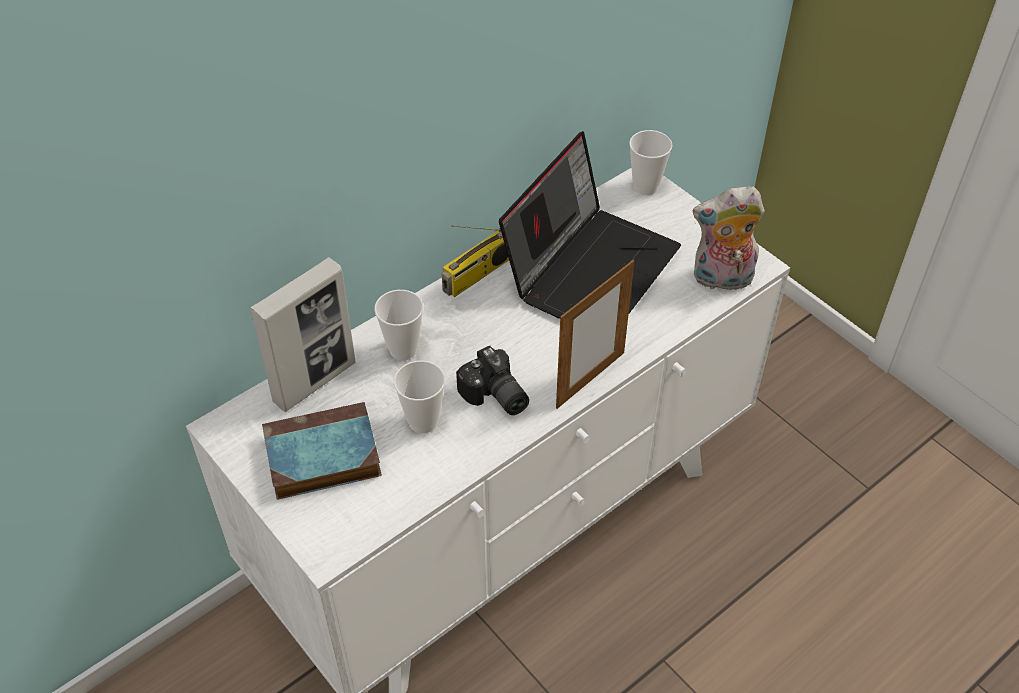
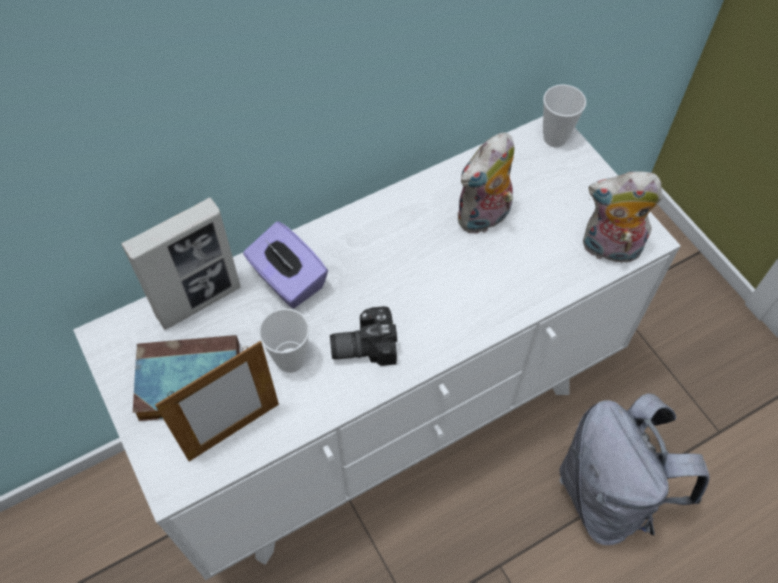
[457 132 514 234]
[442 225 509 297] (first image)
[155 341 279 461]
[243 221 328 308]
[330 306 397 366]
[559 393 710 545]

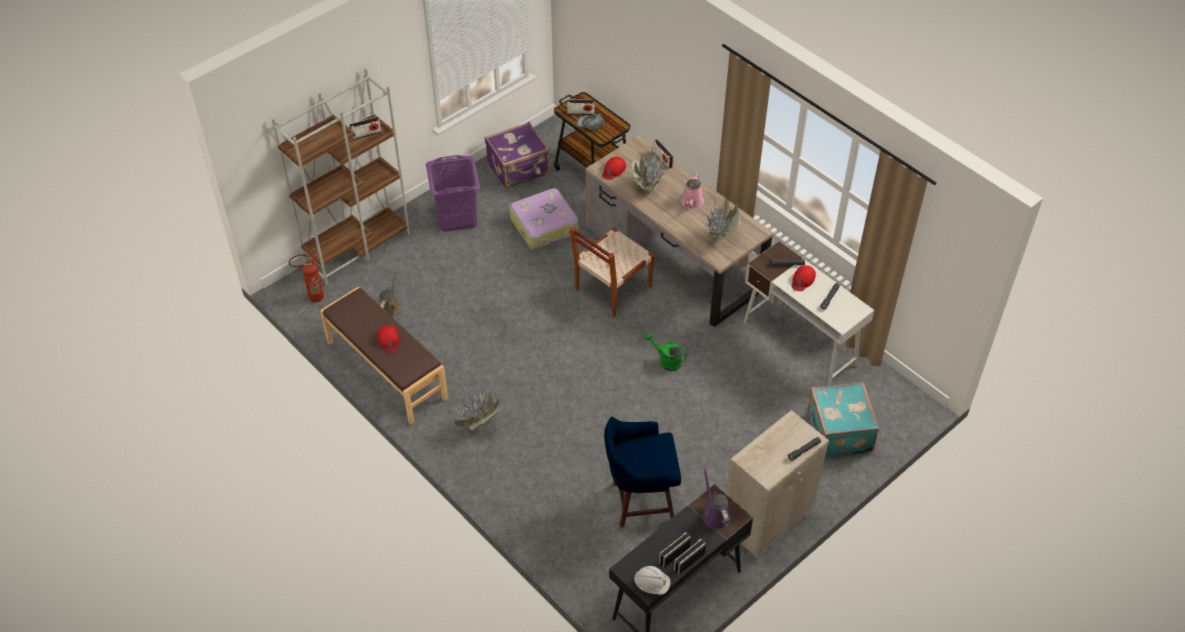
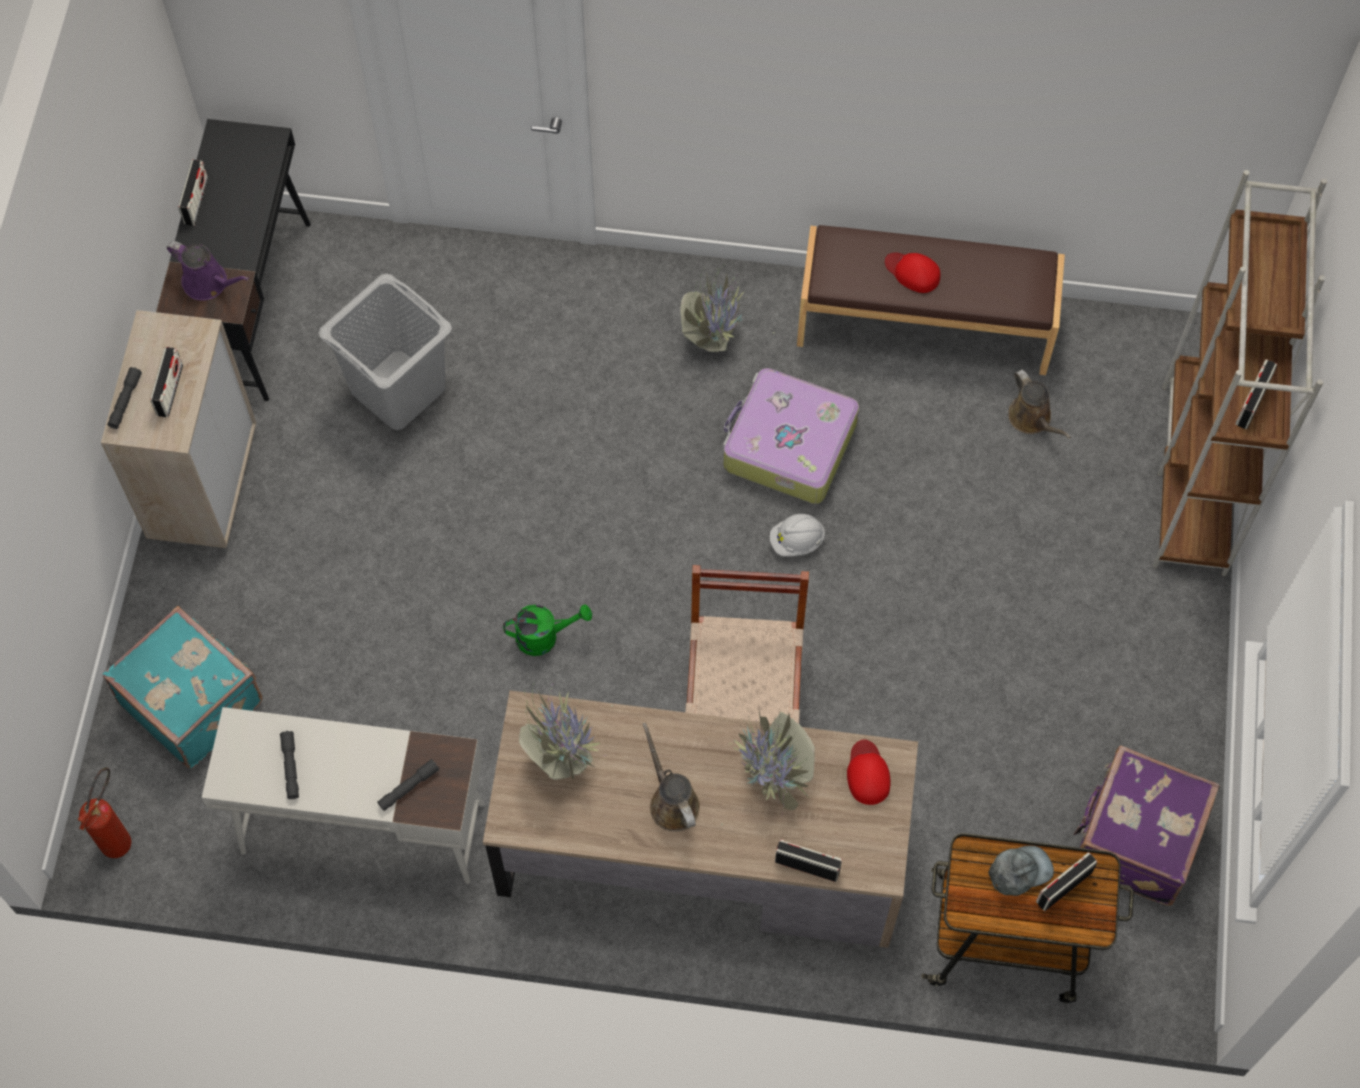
[426 155 480 232] (first image)
[643 722 700 832]
[723 368 859 504]
[78 767 131 858]
[792 265 816 291] (first image)
[318 274 452 430]
[150 347 183 417]
[770 514 825 556]

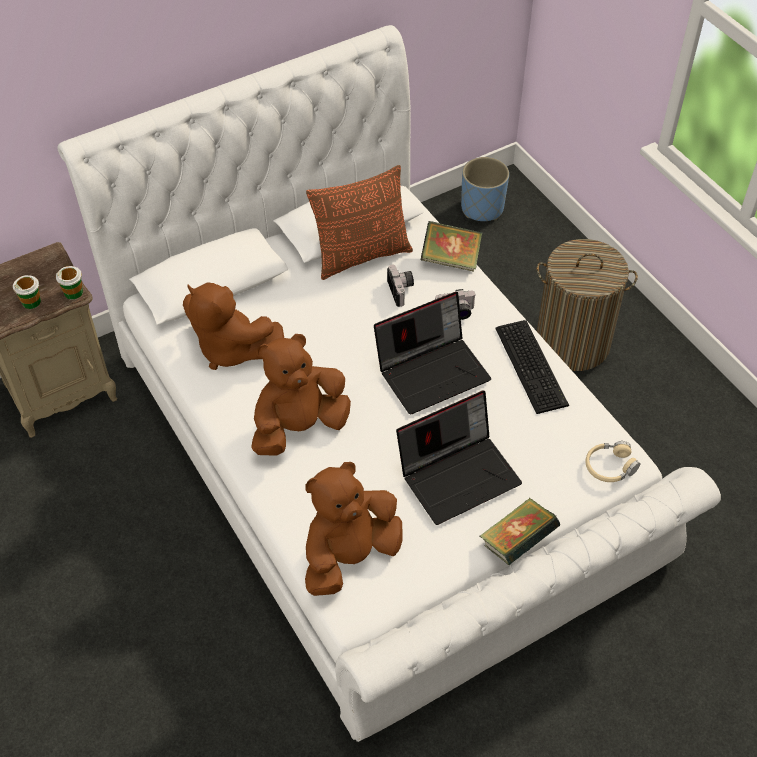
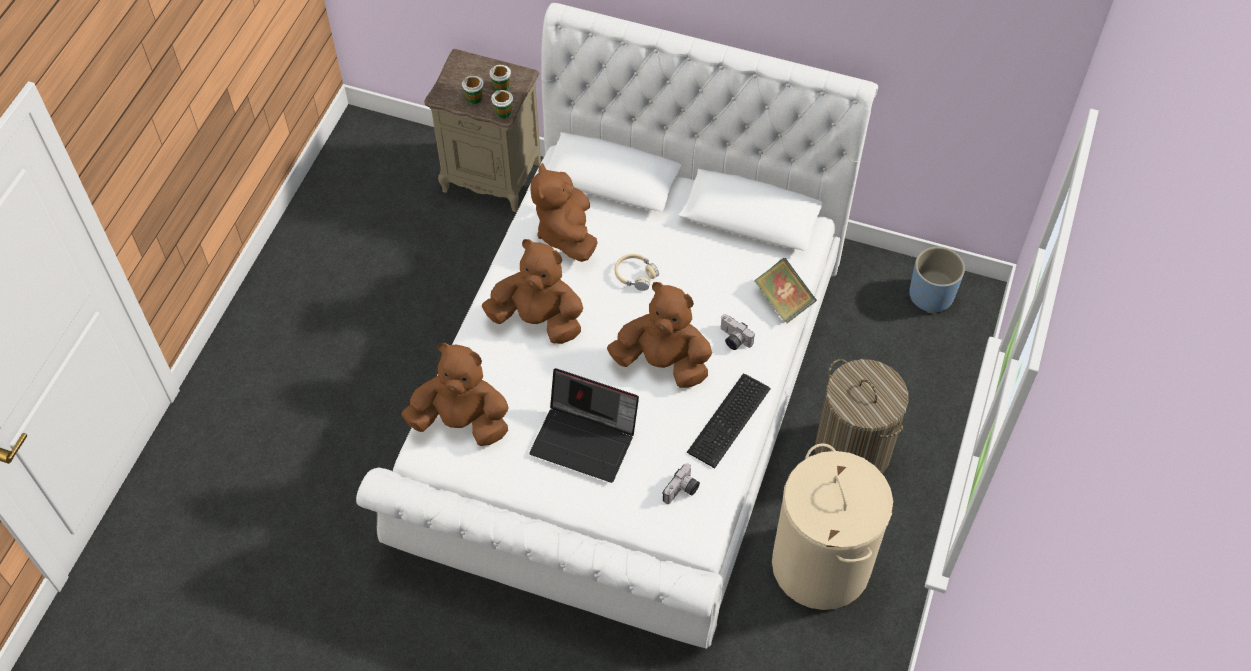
[306 165 413 280] (first image)
[662 463 700 504]
[607 282 712 388]
[614 254 659 291]
[480 498 560 565] (first image)
[489 65 511 91]
[772 443 893 610]

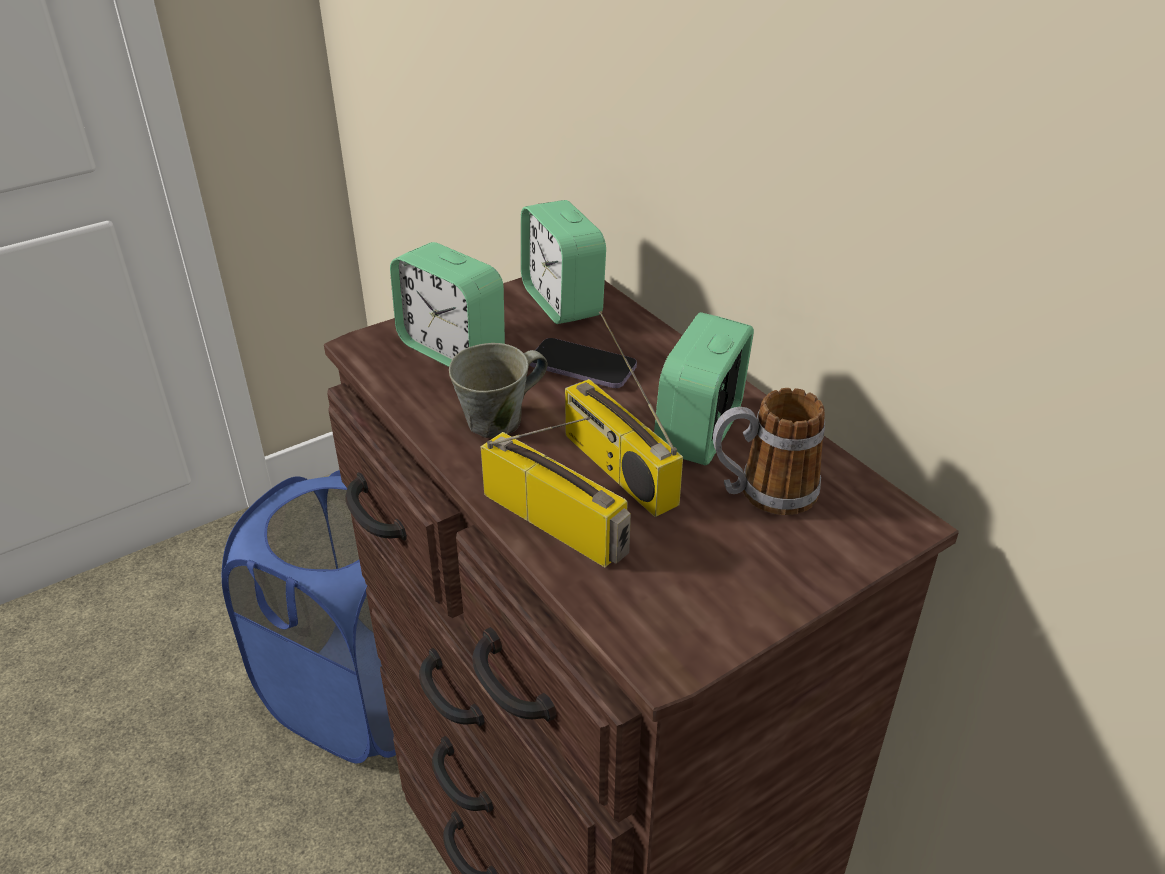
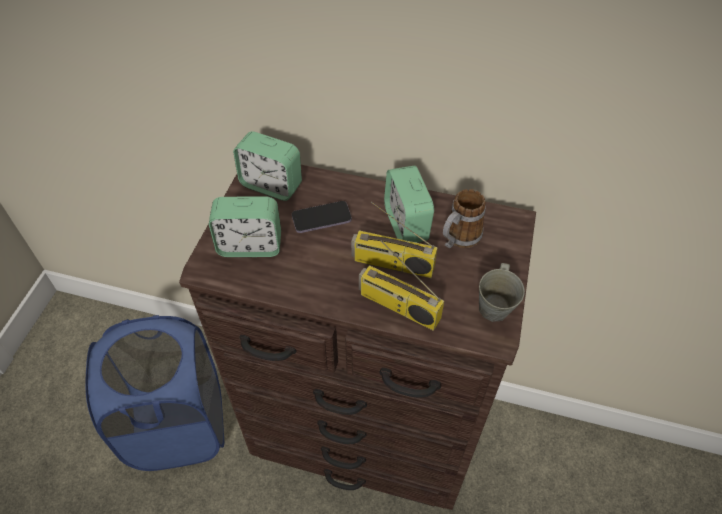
[479 263 525 322]
[359 240 444 331]

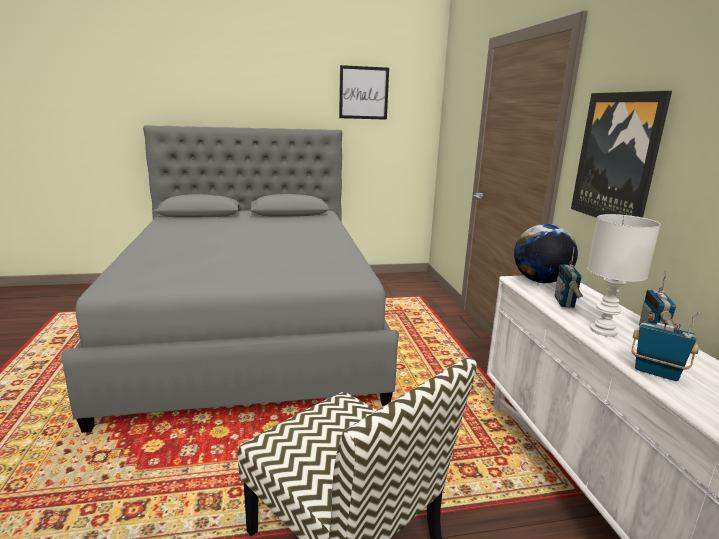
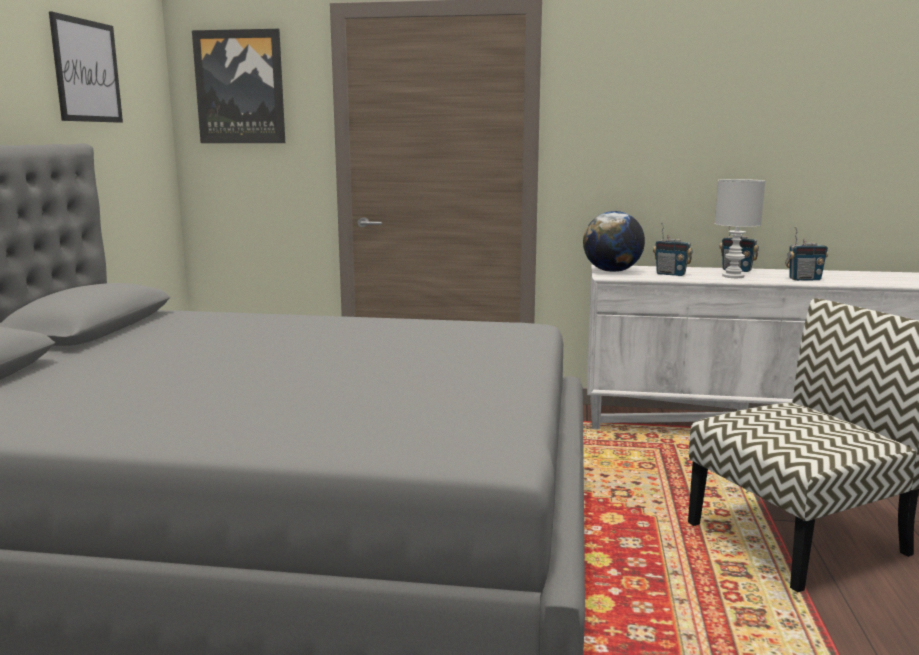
[192 29 285 143]
[785 226 828 281]

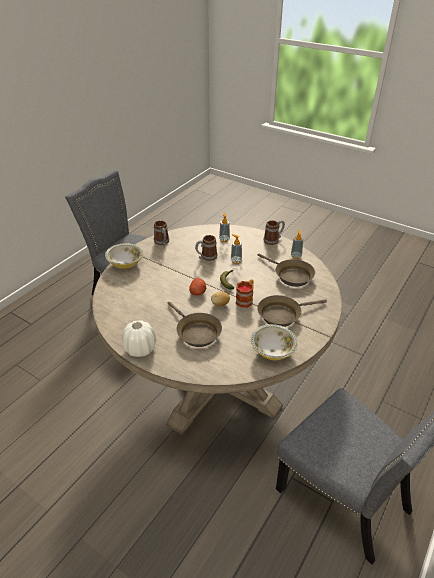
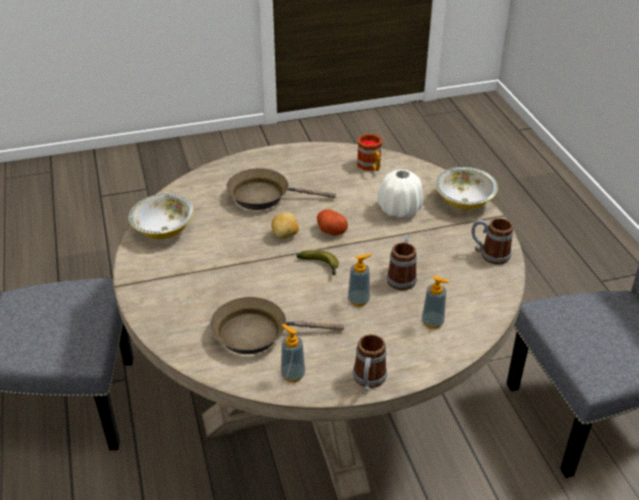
[357 134 382 171]
[257 295 327 327] (first image)
[377 169 423 218]

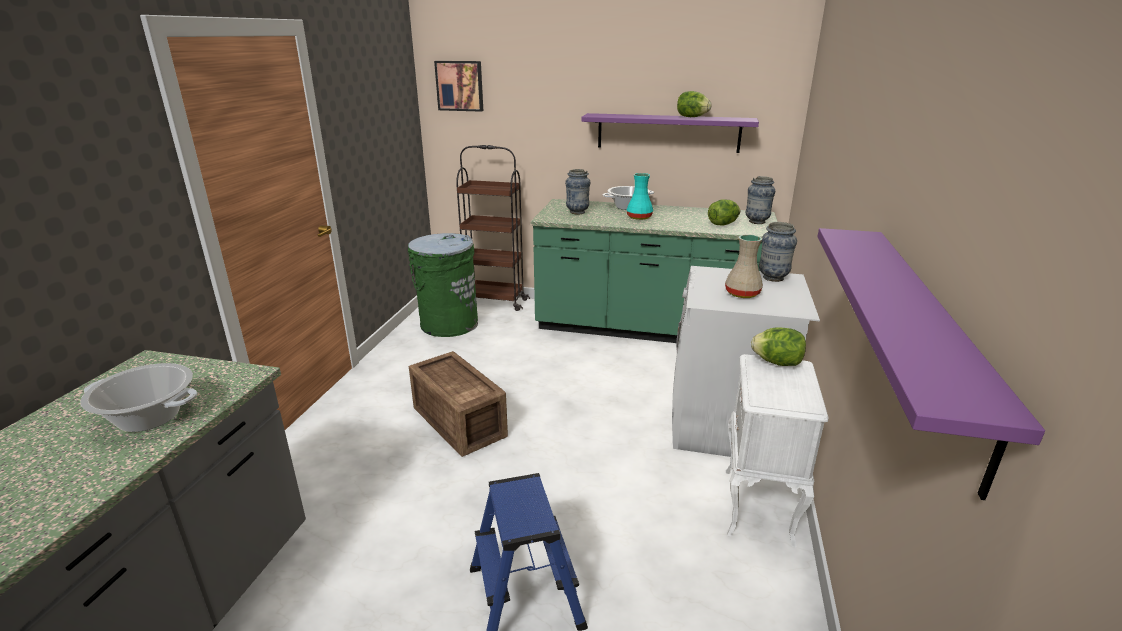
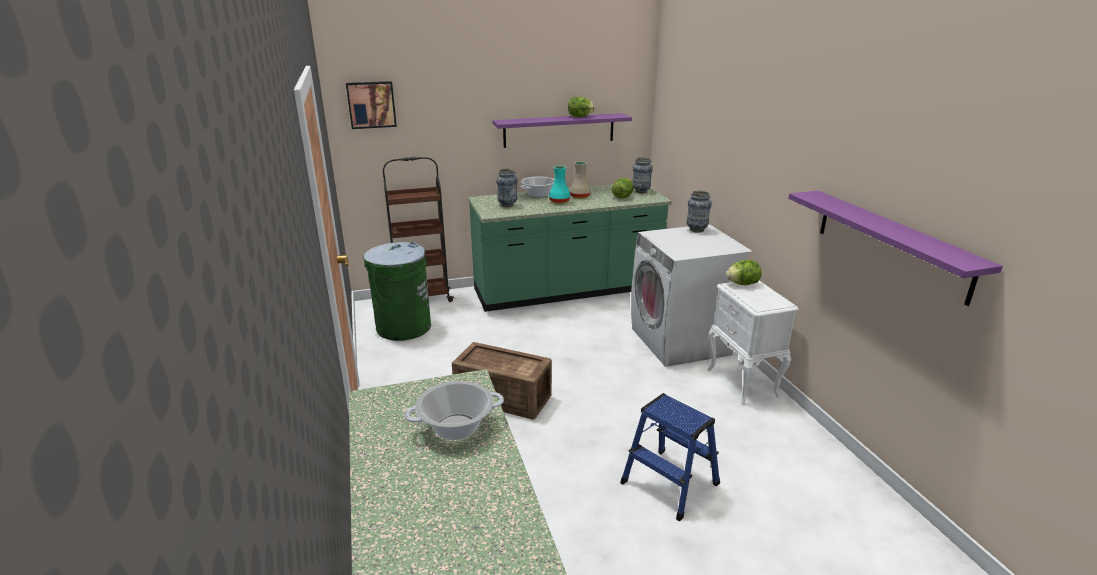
[570 162 591 199]

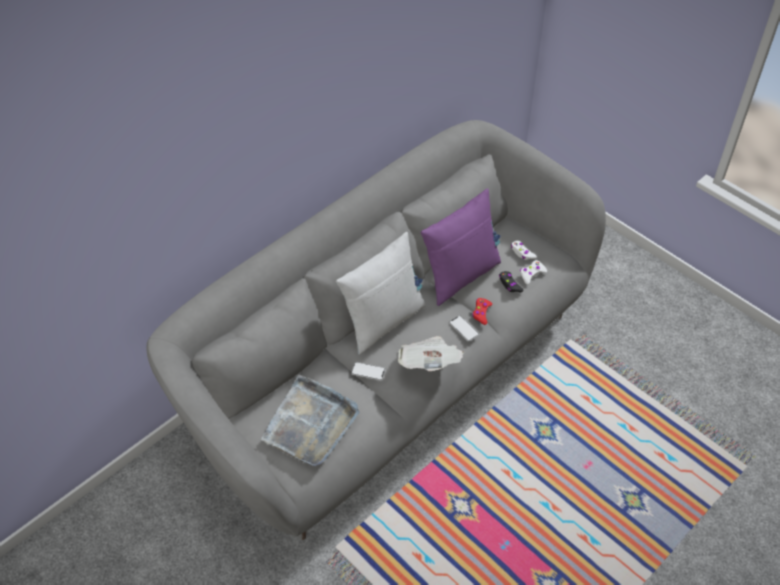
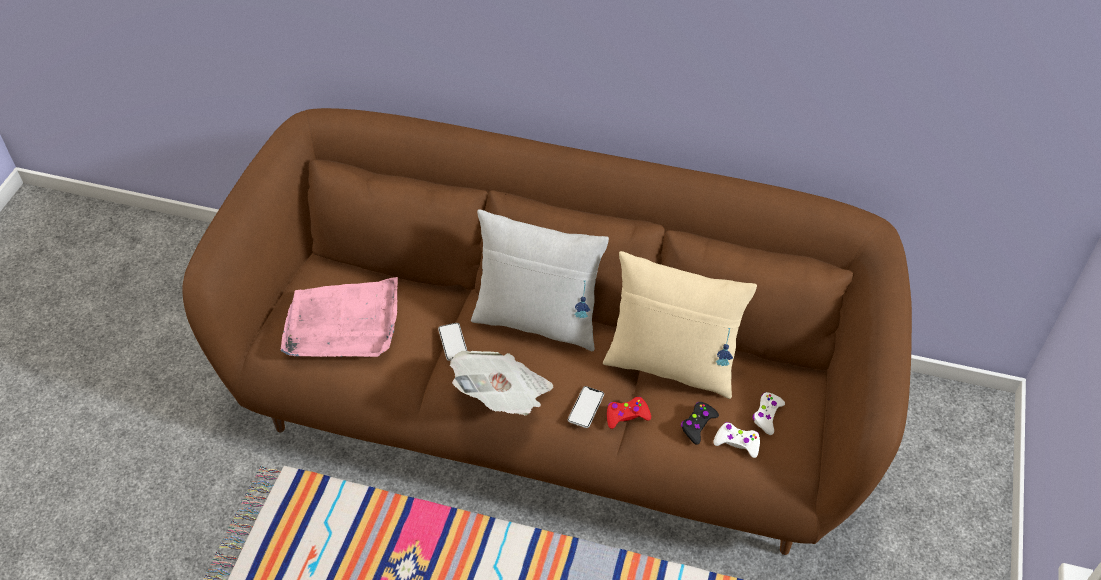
[182 108 912 555]
[603 251 757 399]
[281 277 398 357]

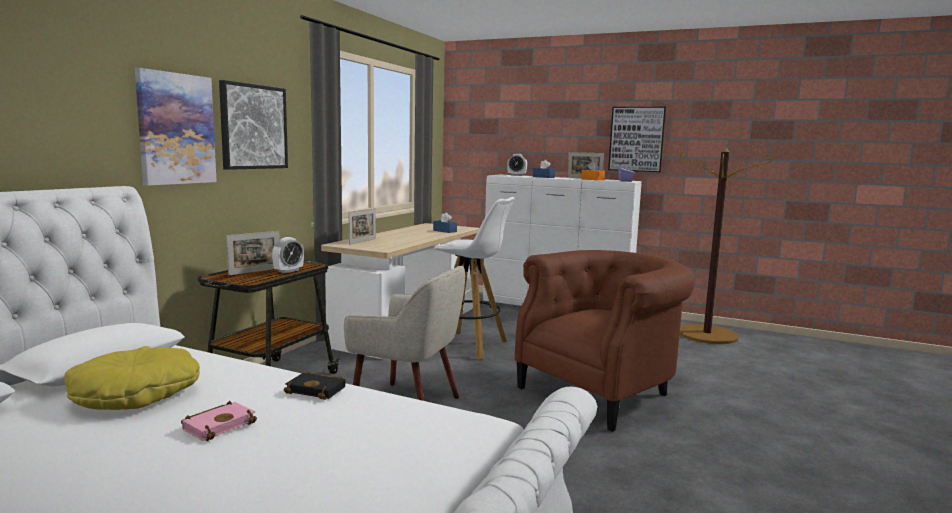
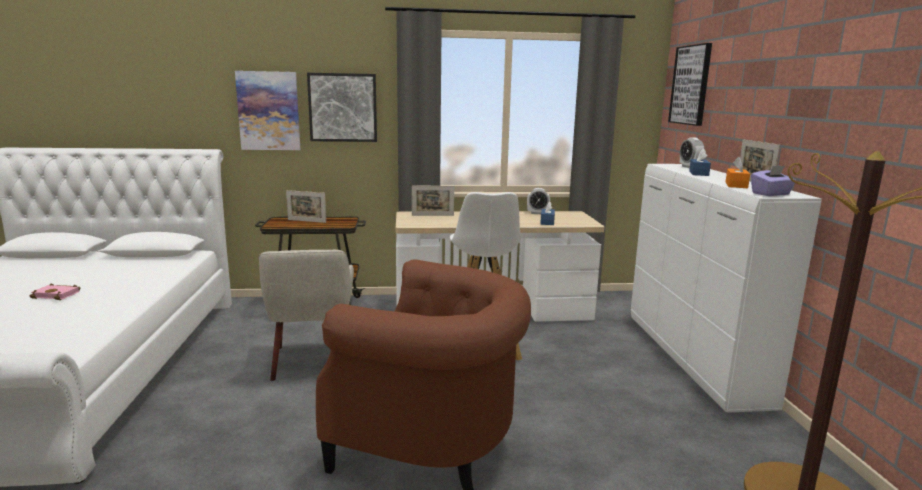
[668 43 712 126]
[527 188 550 214]
[64 346 200 410] (first image)
[284 371 346 400] (first image)

